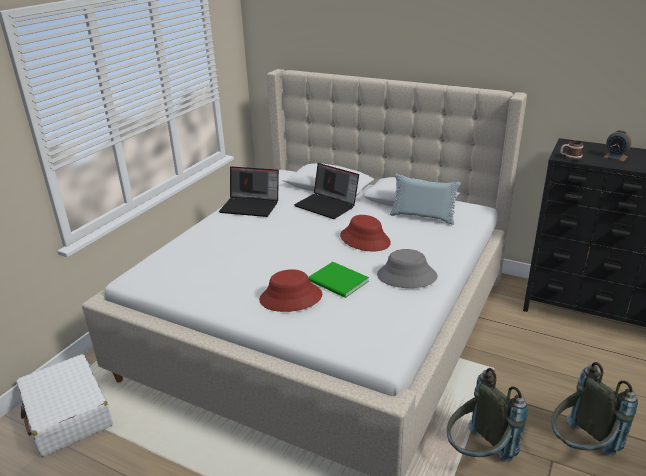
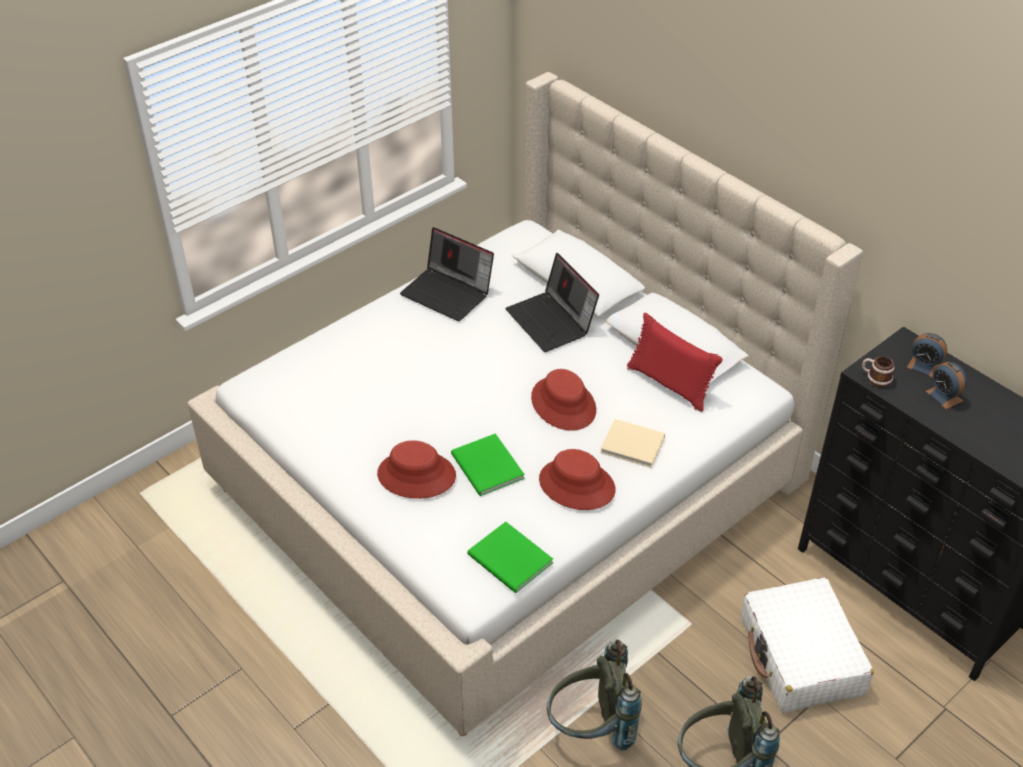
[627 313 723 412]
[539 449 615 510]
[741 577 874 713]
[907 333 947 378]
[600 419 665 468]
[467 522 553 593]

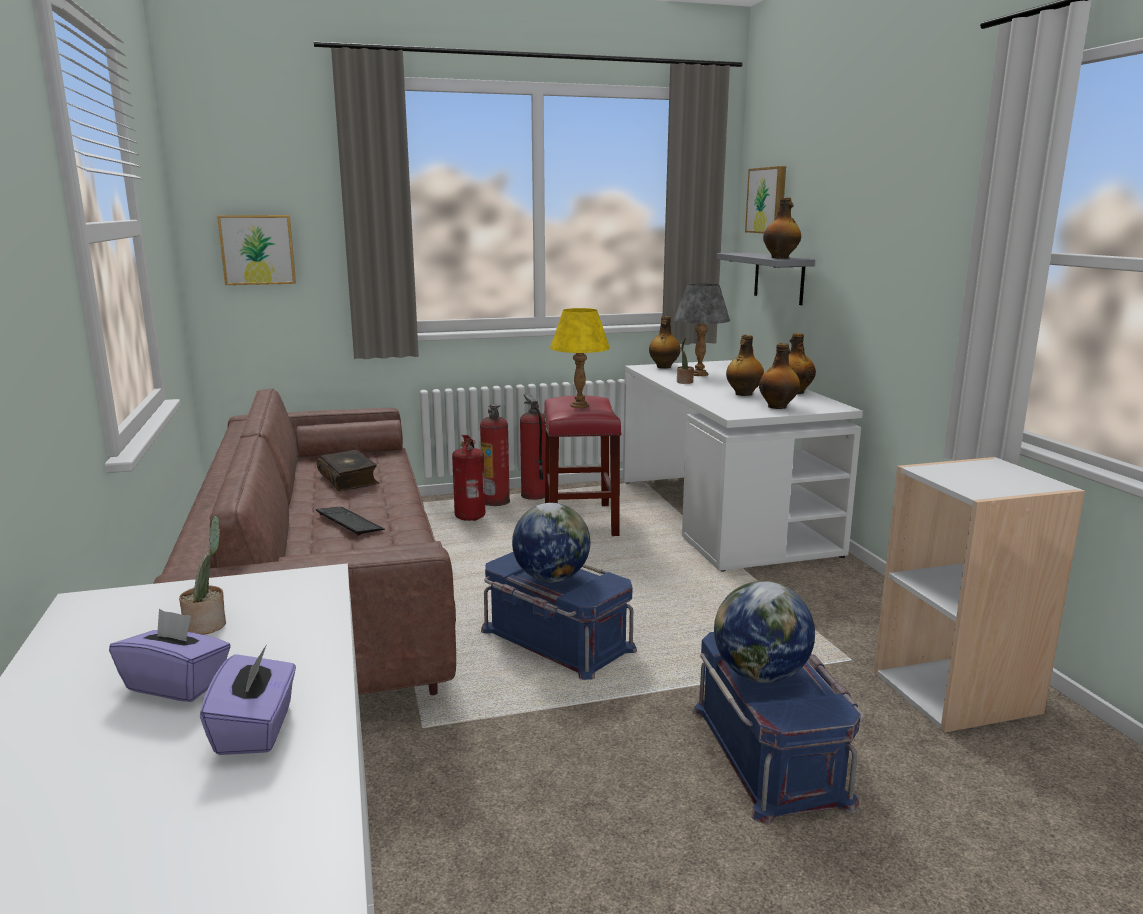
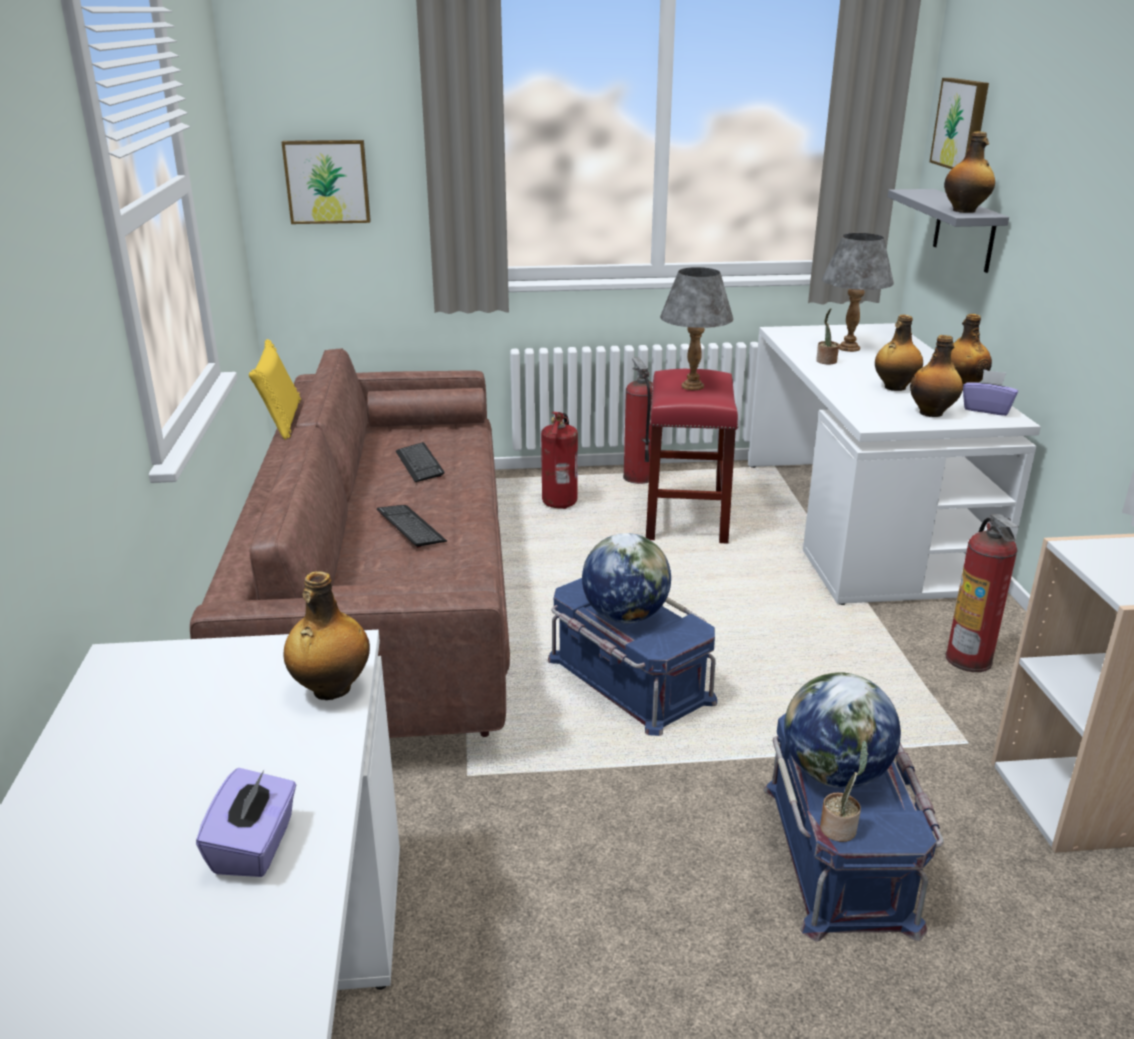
[660 267 734 390]
[284 571 370 700]
[946 514 1019 672]
[396 442 445 482]
[820 740 868 842]
[963 369 1018 416]
[249 339 302 440]

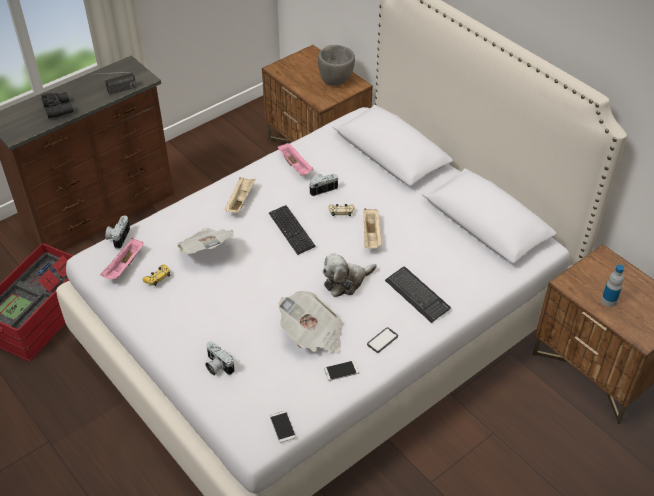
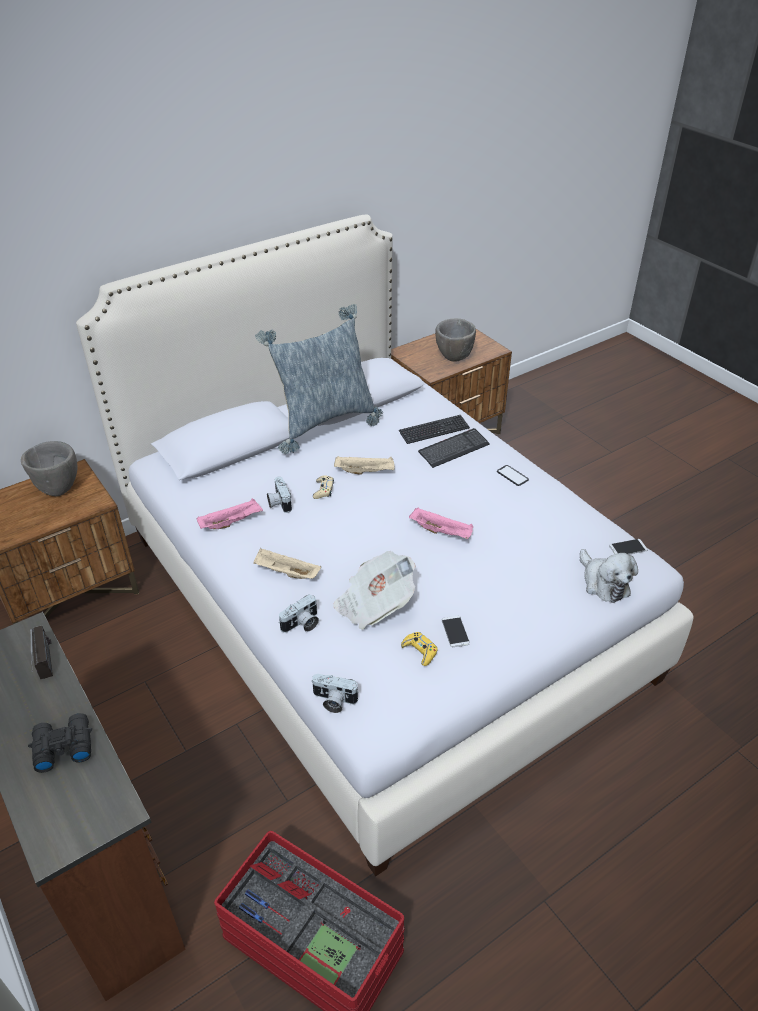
[399 415 470 444]
[409 508 473 539]
[580 549 638 603]
[435 319 476 362]
[279 291 342 353] (first image)
[279 594 319 633]
[442 615 470 647]
[255 304 383 454]

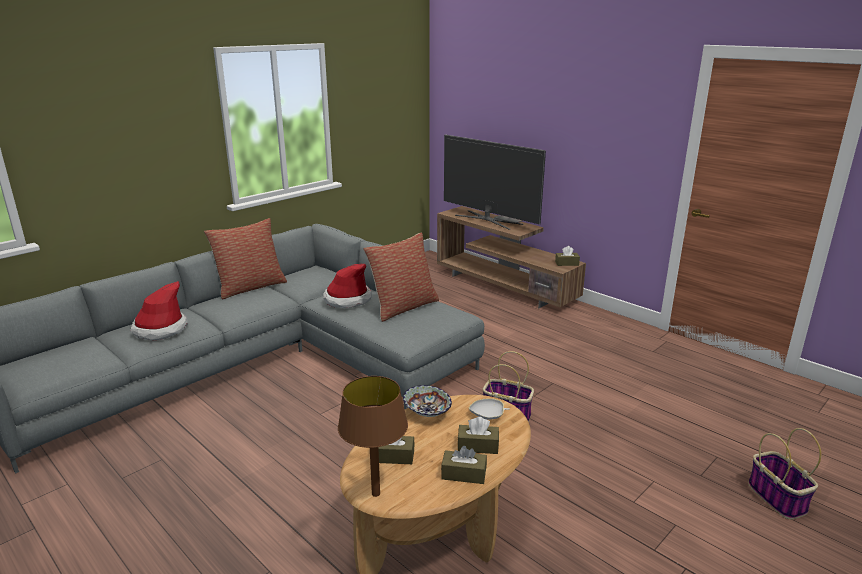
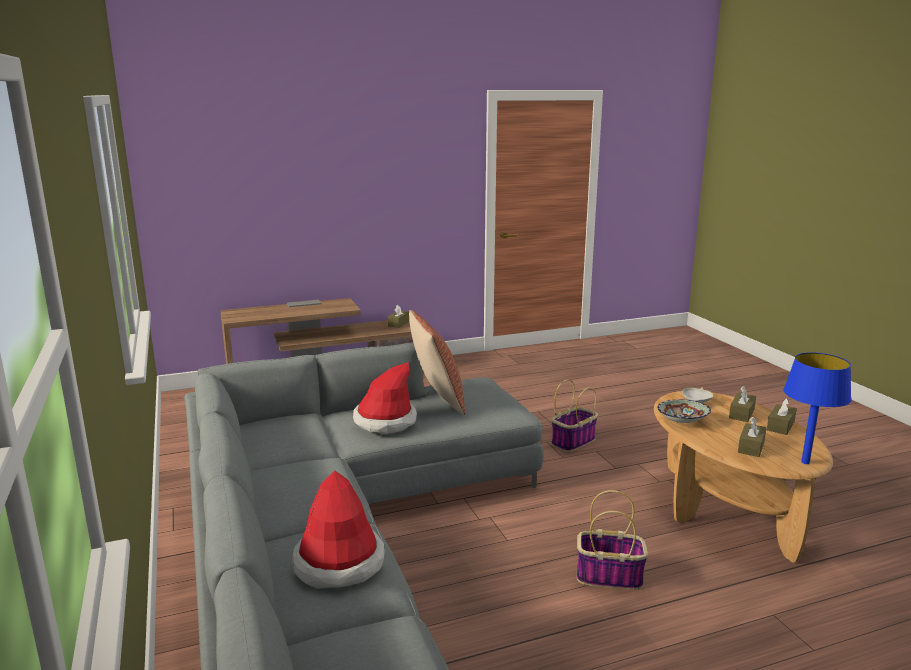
[444 135 546 230] (first image)
[204 218 287 299] (first image)
[783 352 852 464]
[577 490 648 590]

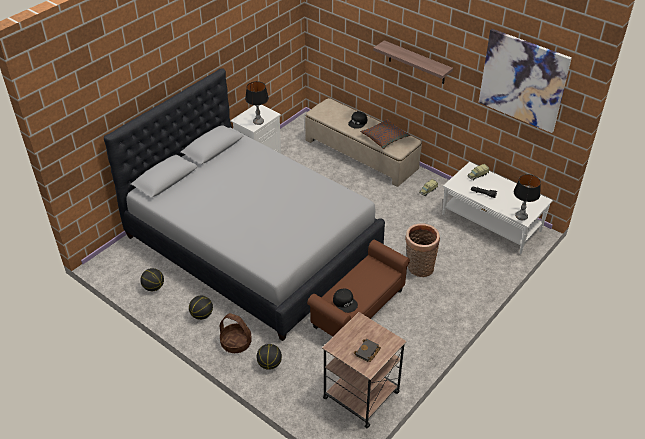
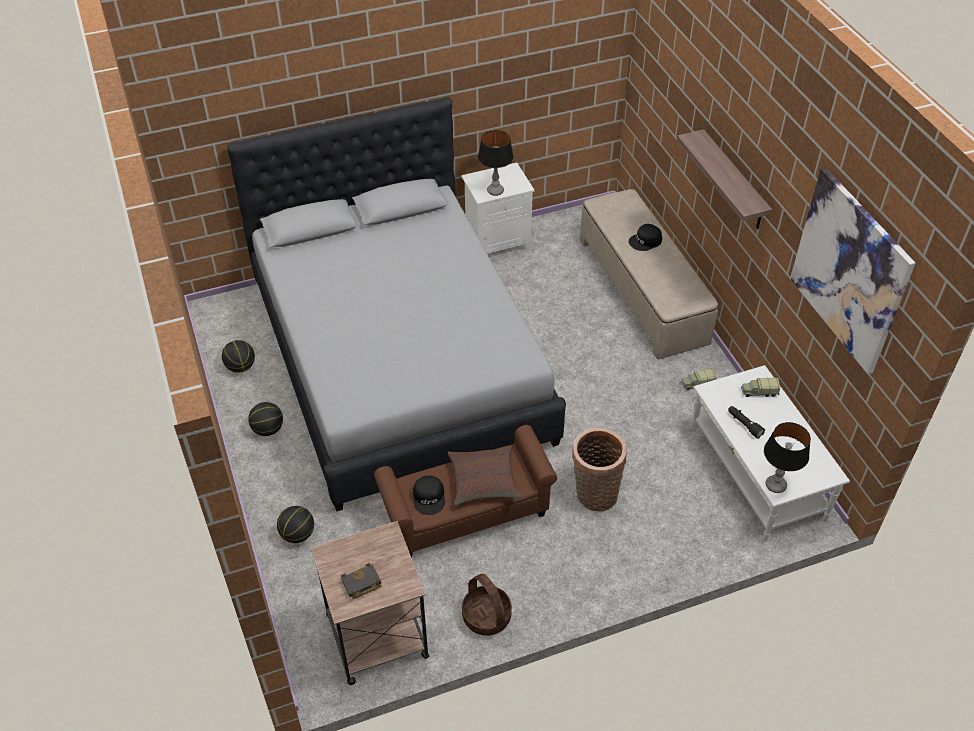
[447 446 521 506]
[462 574 512 636]

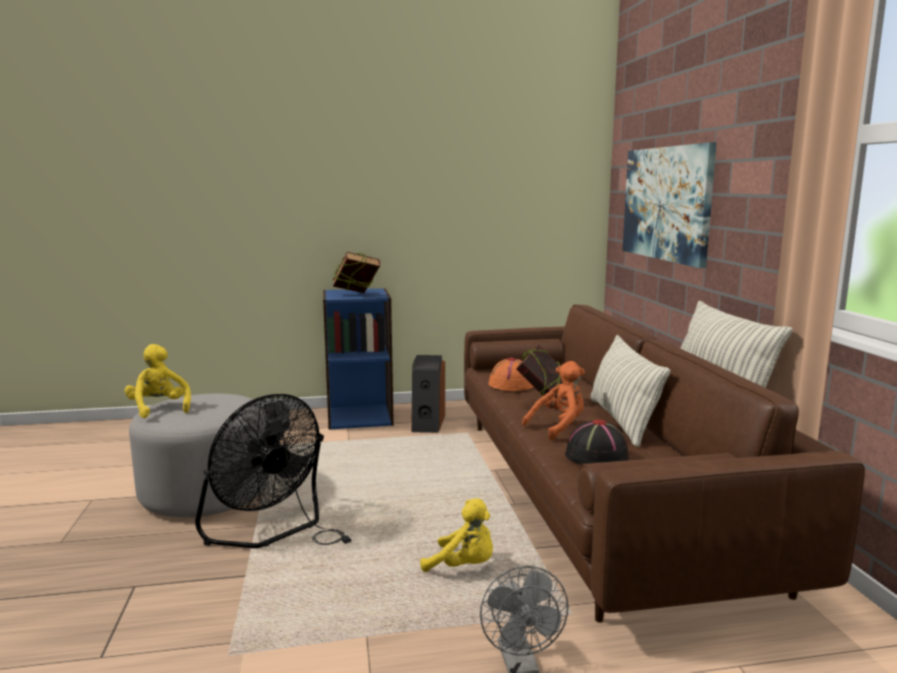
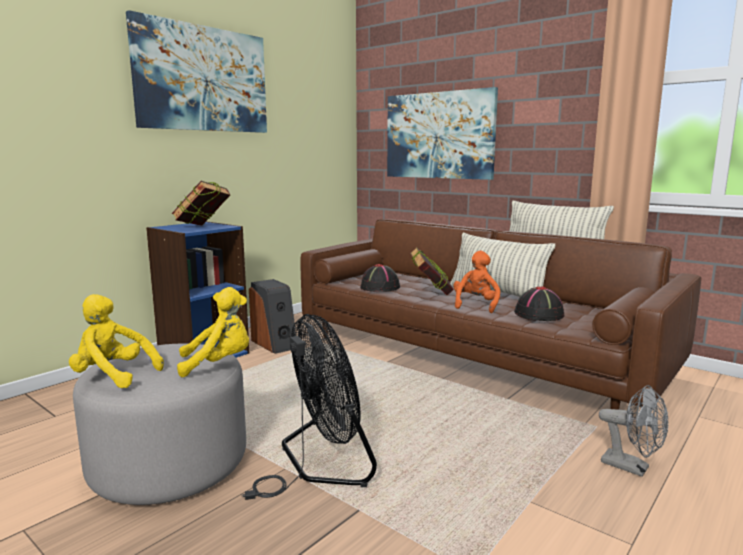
[360 264 400 292]
[242 314 377 500]
[177 287 249 377]
[126 10 267 133]

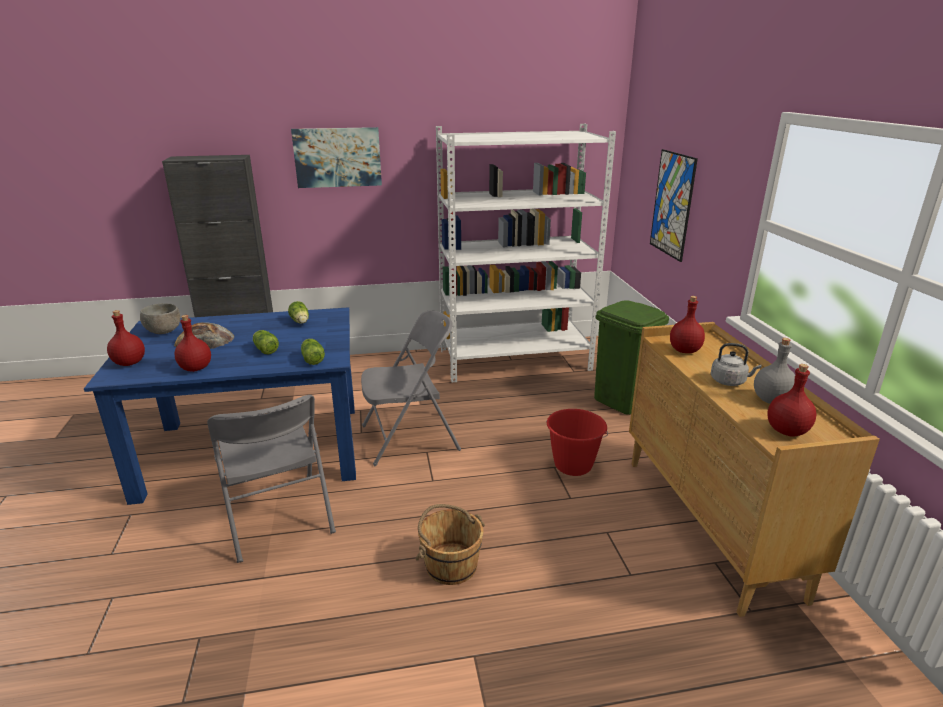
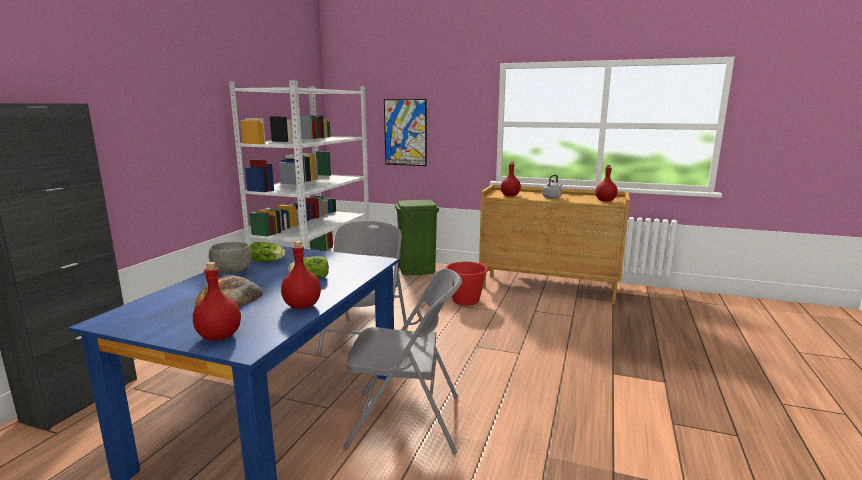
[291 127 382 188] (first image)
[209 242 252 274]
[754 338 795 404] (first image)
[301 339 325 365] (first image)
[415 504 485 585] (first image)

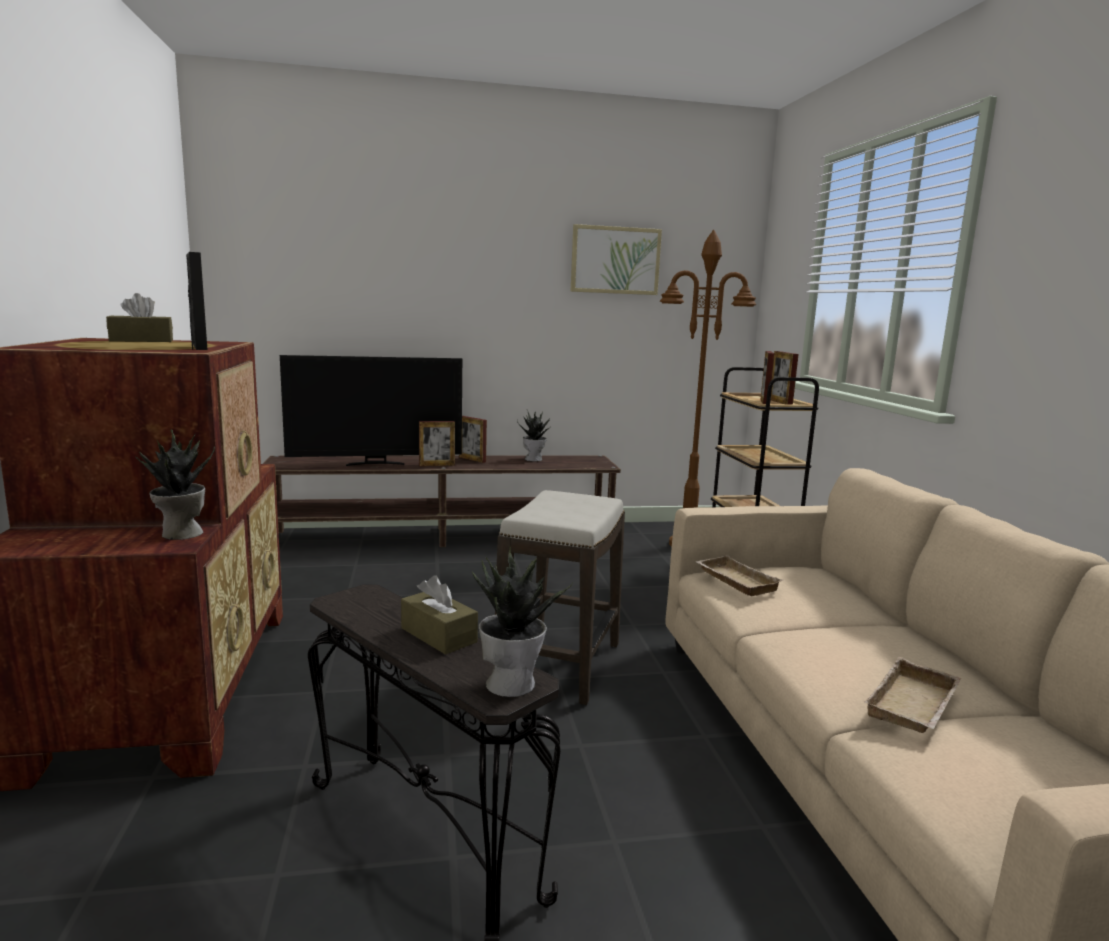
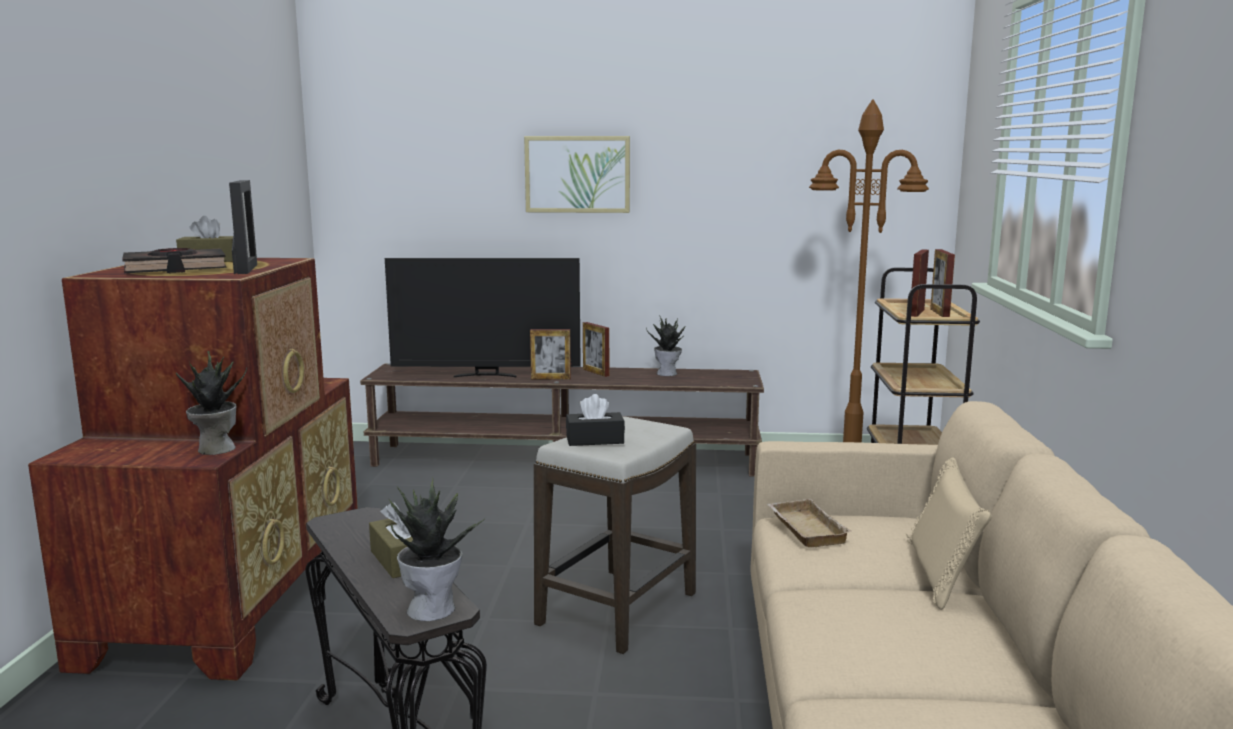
[524 136 630 213]
[865 657 961 733] (first image)
[122 248 226 273]
[566 394 625 446]
[905 457 992 610]

